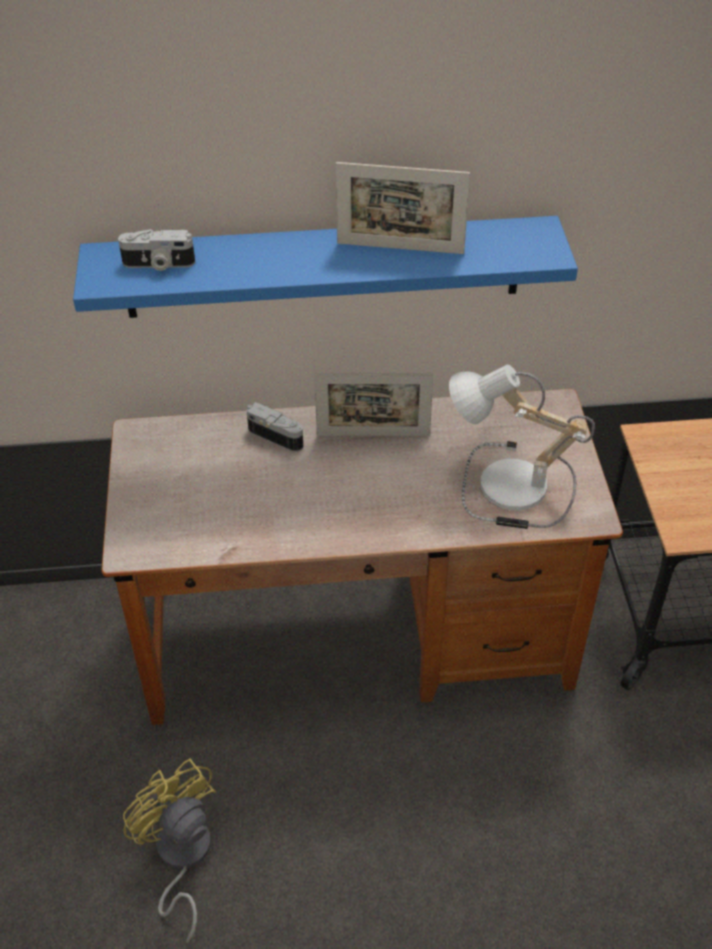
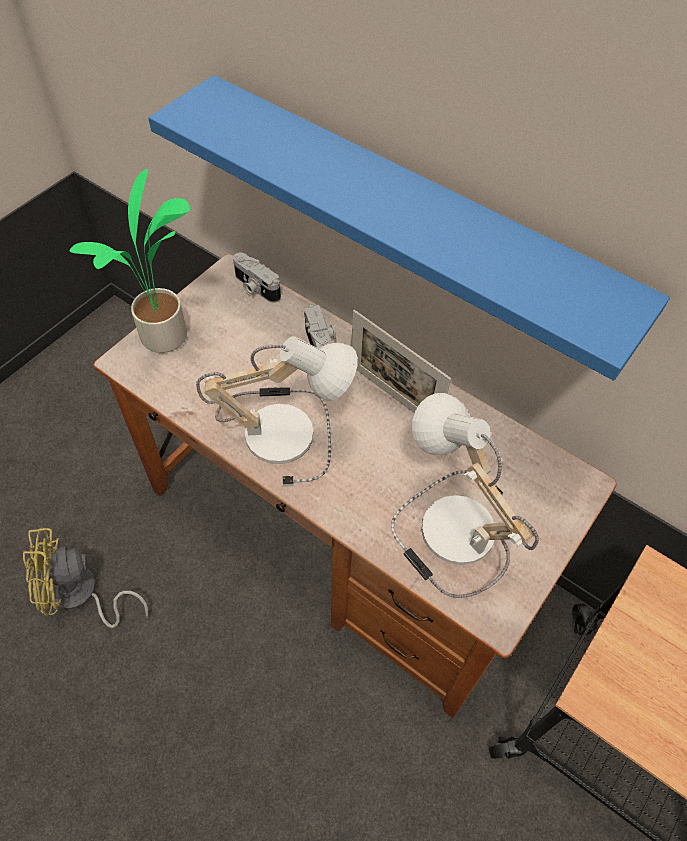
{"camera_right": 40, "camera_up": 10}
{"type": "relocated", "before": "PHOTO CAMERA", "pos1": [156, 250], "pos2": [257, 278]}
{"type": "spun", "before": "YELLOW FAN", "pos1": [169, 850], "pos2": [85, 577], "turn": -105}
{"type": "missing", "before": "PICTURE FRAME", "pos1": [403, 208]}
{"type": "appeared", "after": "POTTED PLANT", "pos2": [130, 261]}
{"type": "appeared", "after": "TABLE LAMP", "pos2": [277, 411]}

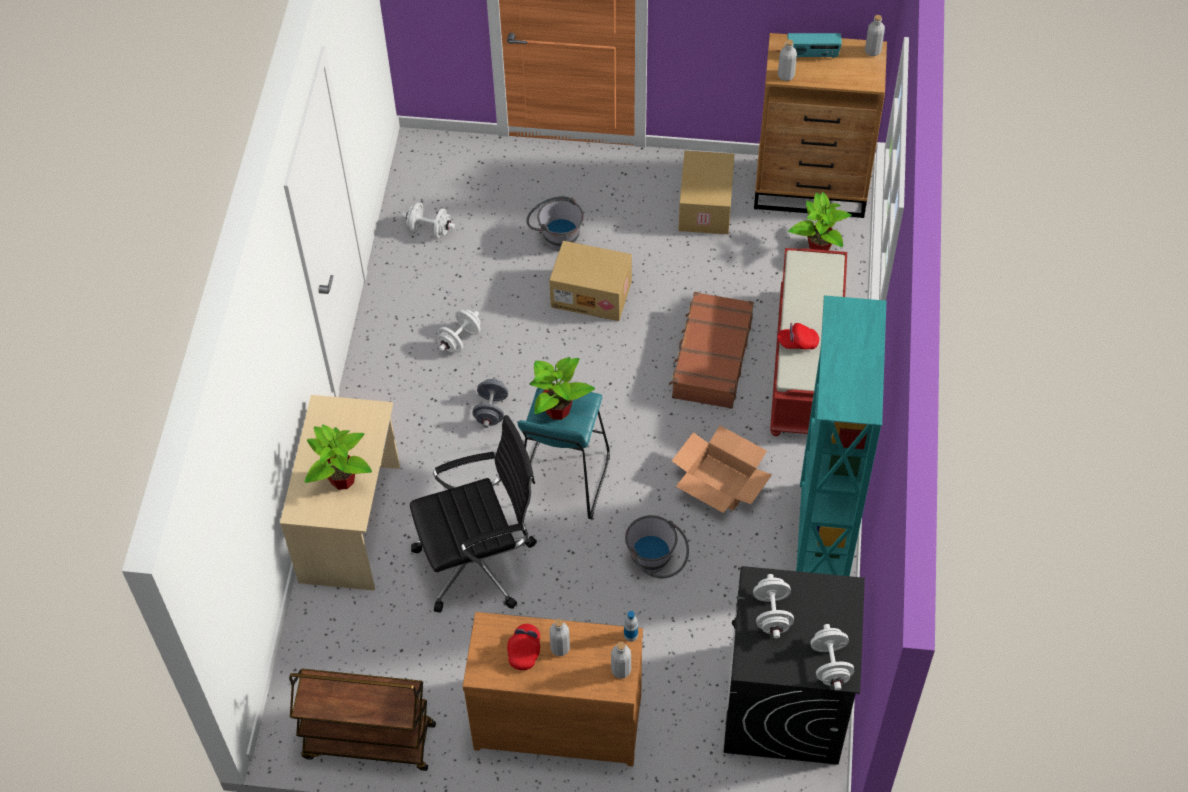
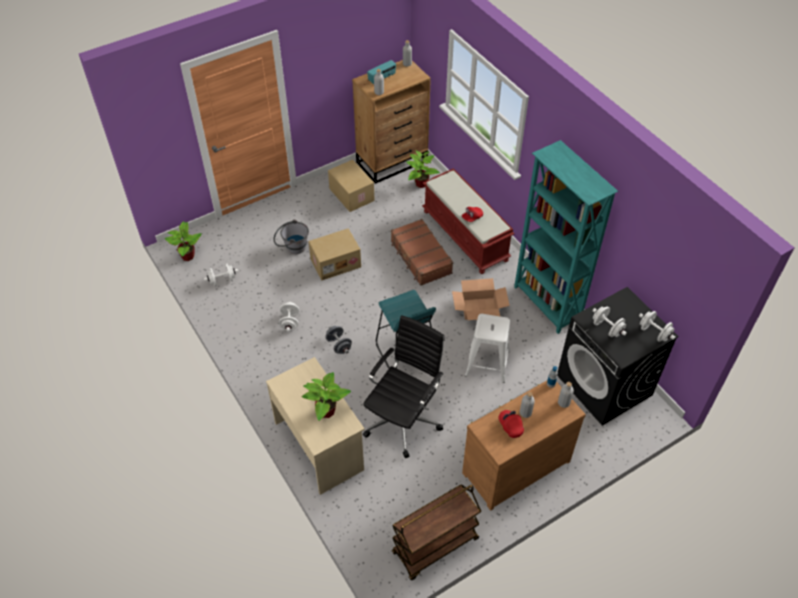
{"camera_right": -40, "camera_up": -5}
{"type": "relocated", "before": "POTTED PLANT", "pos1": [562, 388], "pos2": [183, 241]}
{"type": "exchanged", "before": "GREY BUCKET", "after": "WHITE STOOL", "pos1": [657, 546], "pos2": [487, 348]}

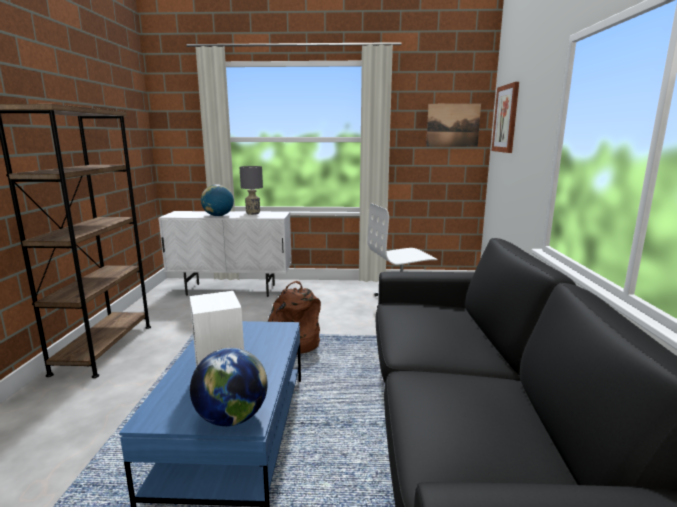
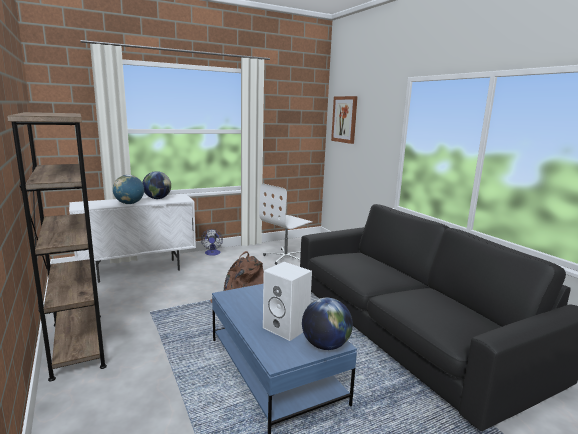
{"camera_right": -30, "camera_up": 0}
{"type": "exchanged", "before": "GREY TABLE LAMP", "after": "GLOBE", "pos1": [251, 190], "pos2": [156, 185]}
{"type": "missing", "before": "PICTURE", "pos1": [453, 125]}
{"type": "appeared", "after": "FAN", "pos2": [212, 242]}

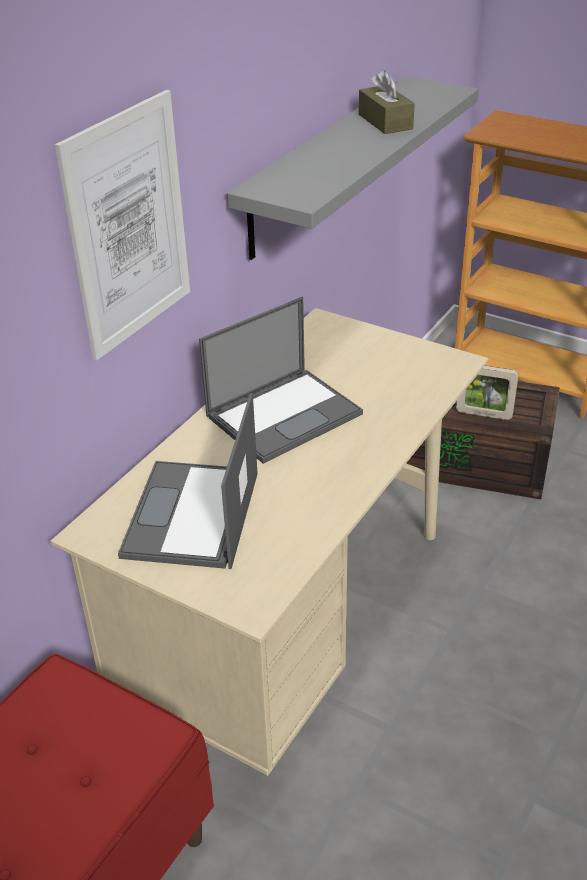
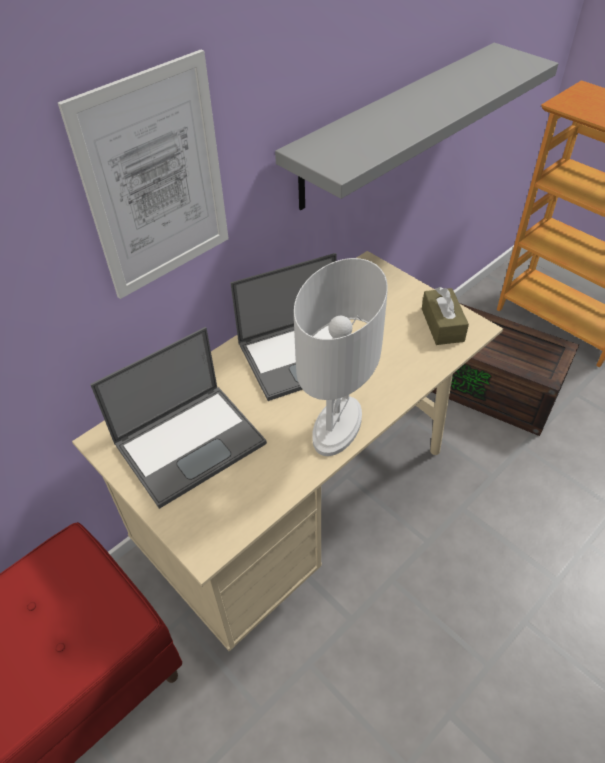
{"camera_right": 15, "camera_up": 10}
{"type": "spun", "before": "LAPTOP", "pos1": [188, 481], "pos2": [178, 418], "turn": -150}
{"type": "relocated", "before": "BROWN TISSUE BOX", "pos1": [387, 102], "pos2": [445, 316]}
{"type": "missing", "before": "PICTURE FRAME", "pos1": [487, 393]}
{"type": "appeared", "after": "WHITE TABLE LAMP", "pos2": [341, 357]}

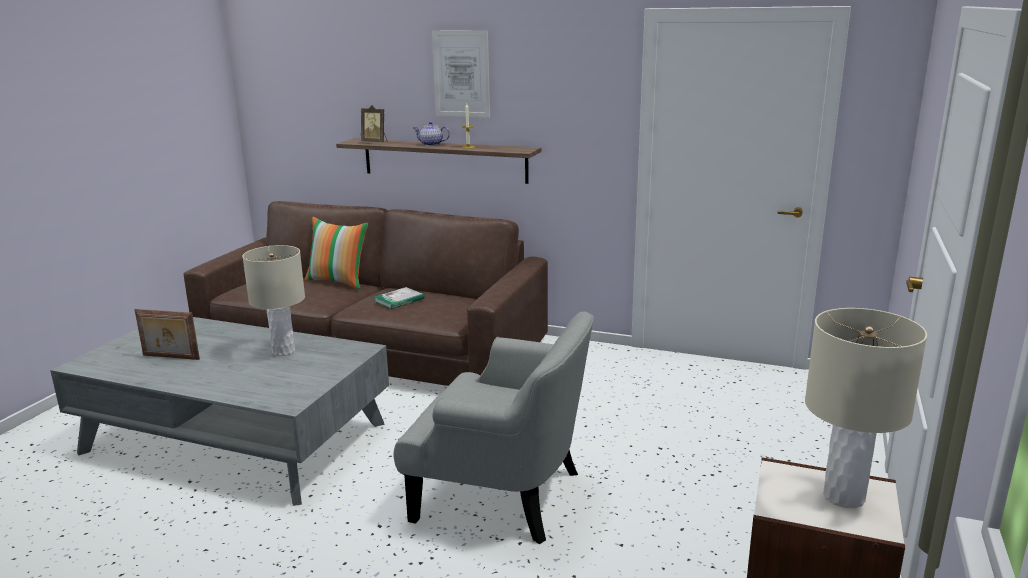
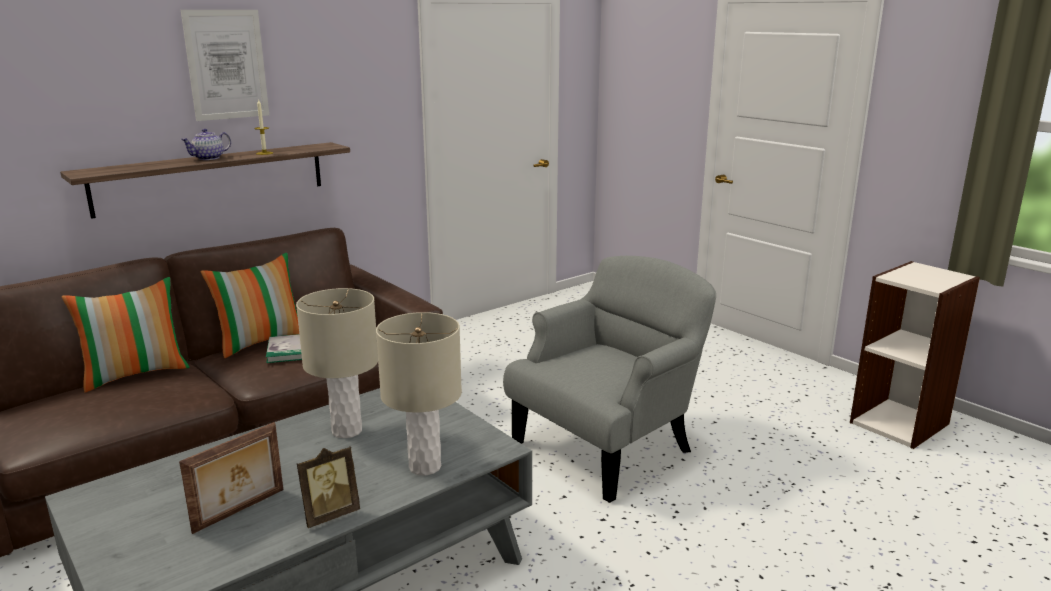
{"camera_right": -60, "camera_up": 0}
{"type": "relocated", "before": "PICTURE FRAME", "pos1": [374, 124], "pos2": [328, 487]}
{"type": "relocated", "before": "BEIGE TABLE LAMP", "pos1": [866, 408], "pos2": [419, 394]}
{"type": "appeared", "after": "PILLOW", "pos2": [250, 305]}

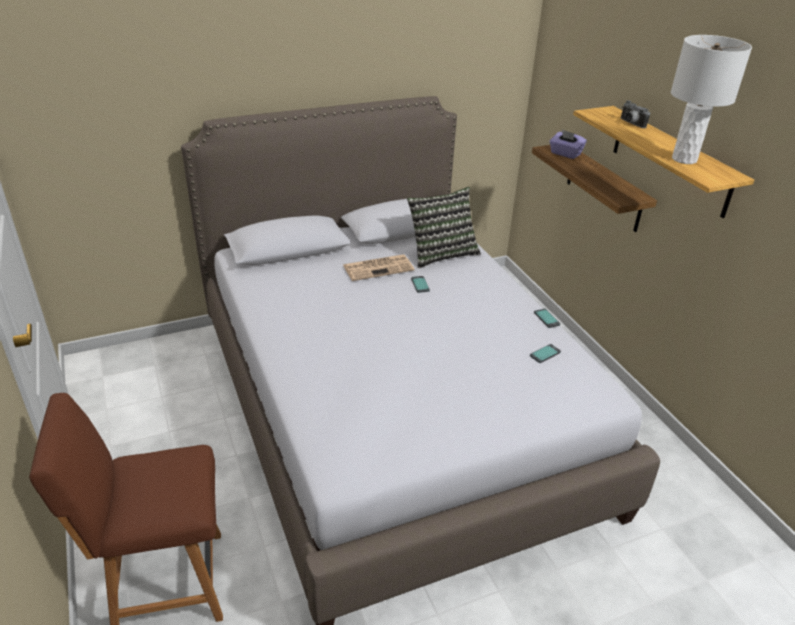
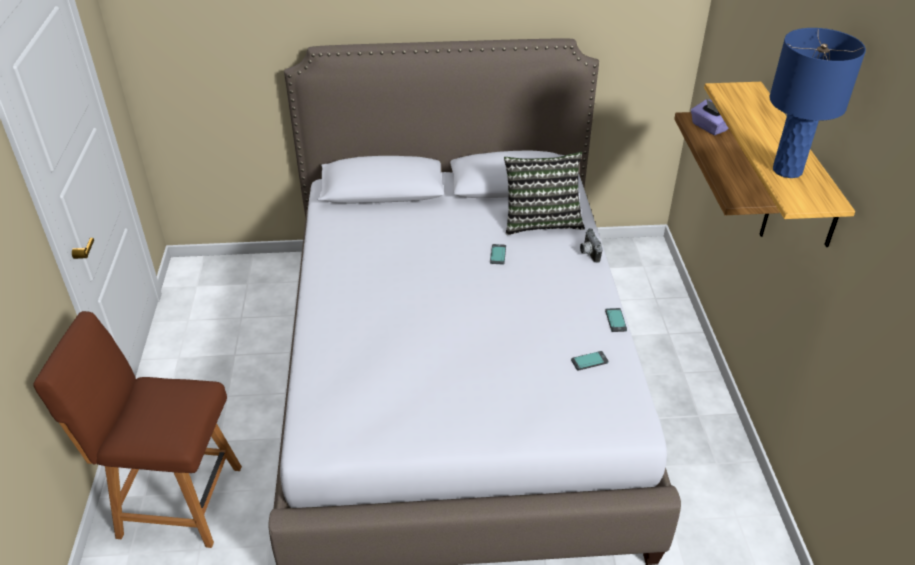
{"camera_right": 20, "camera_up": 5}
{"type": "missing", "before": "NEWSPAPER", "pos1": [378, 267]}
{"type": "relocated", "before": "PHOTO CAMERA", "pos1": [635, 114], "pos2": [591, 245]}
{"type": "colour", "before": "WHITE TABLE LAMP", "after": "BLUE TABLE LAMP", "pos1": [711, 99], "pos2": [818, 103]}

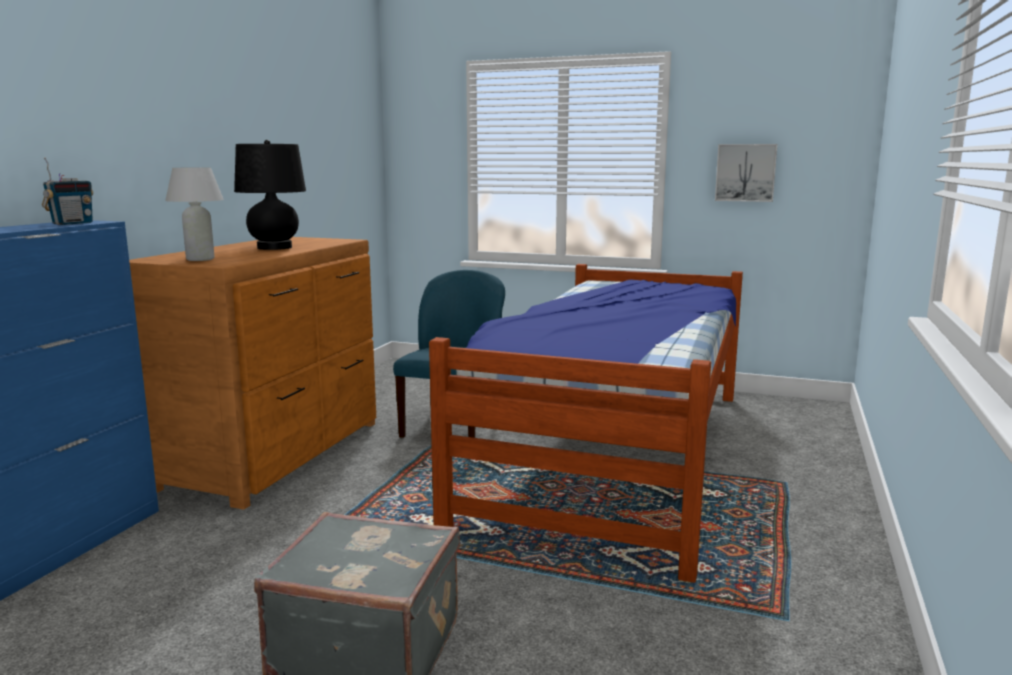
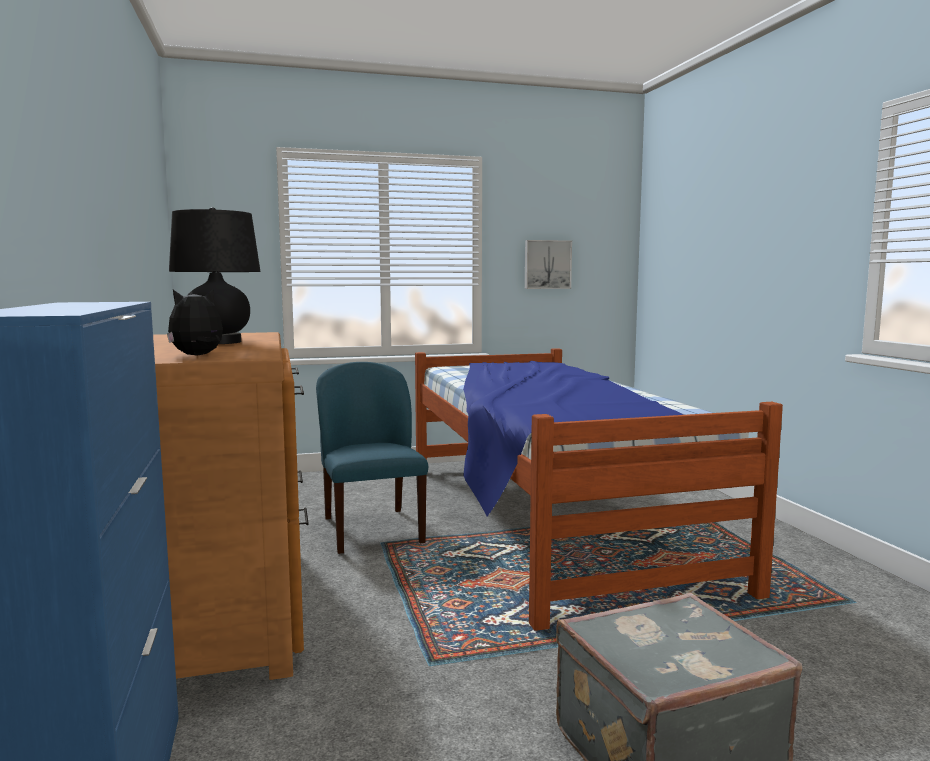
{"camera_right": -35, "camera_up": -5}
{"type": "missing", "before": "RADIO", "pos1": [67, 191]}
{"type": "exchanged", "before": "WHITE TABLE LAMP", "after": "PLUSH TOY", "pos1": [194, 214], "pos2": [195, 323]}

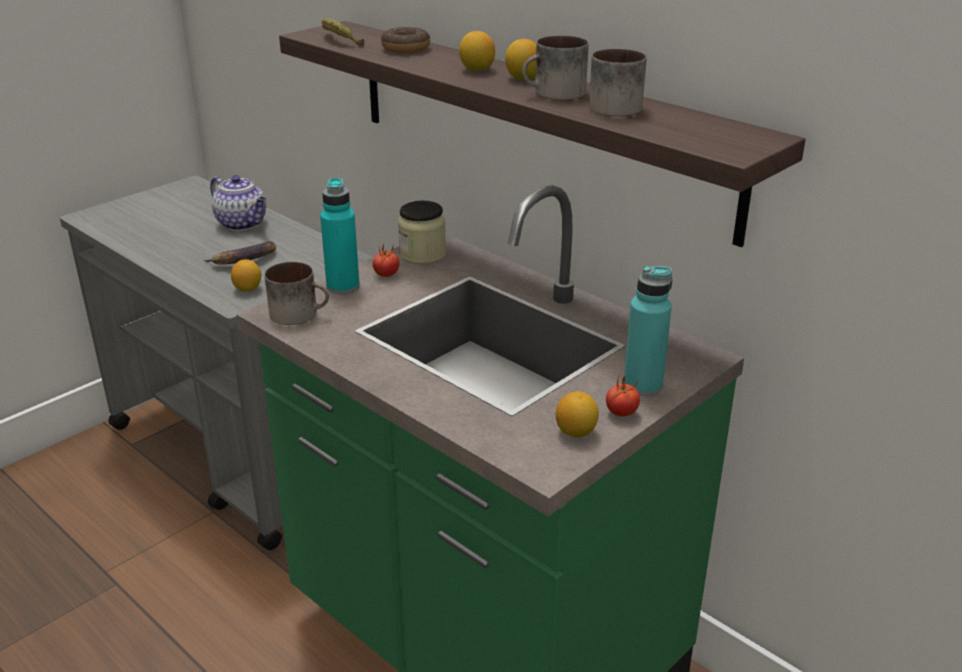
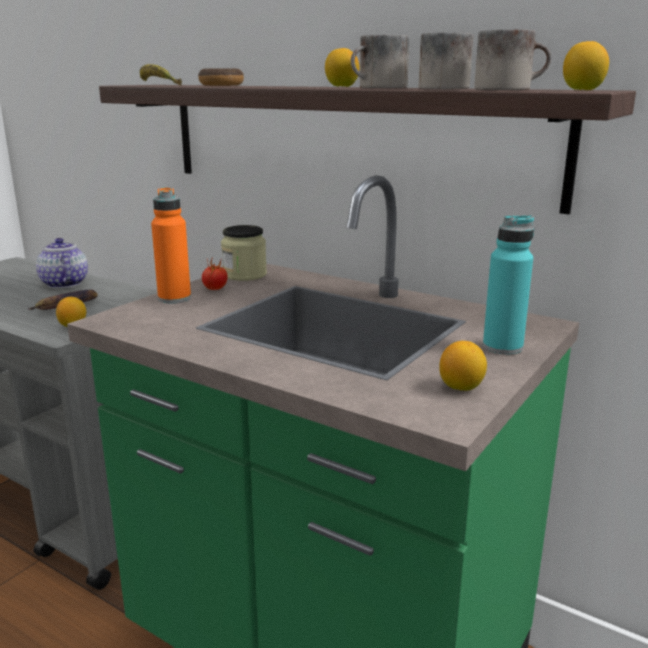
{"camera_right": -10, "camera_up": -10}
{"type": "spun", "before": "TEAPOT", "pos1": [238, 203], "pos2": [62, 263], "turn": -150}
{"type": "relocated", "before": "MUG", "pos1": [297, 293], "pos2": [512, 59]}
{"type": "colour", "before": "TURQUOISE BOTTLE", "after": "ORANGE BOTTLE", "pos1": [340, 236], "pos2": [171, 245]}
{"type": "relocated", "before": "LEMON", "pos1": [477, 51], "pos2": [586, 65]}
{"type": "missing", "before": "TOMATO", "pos1": [623, 396]}

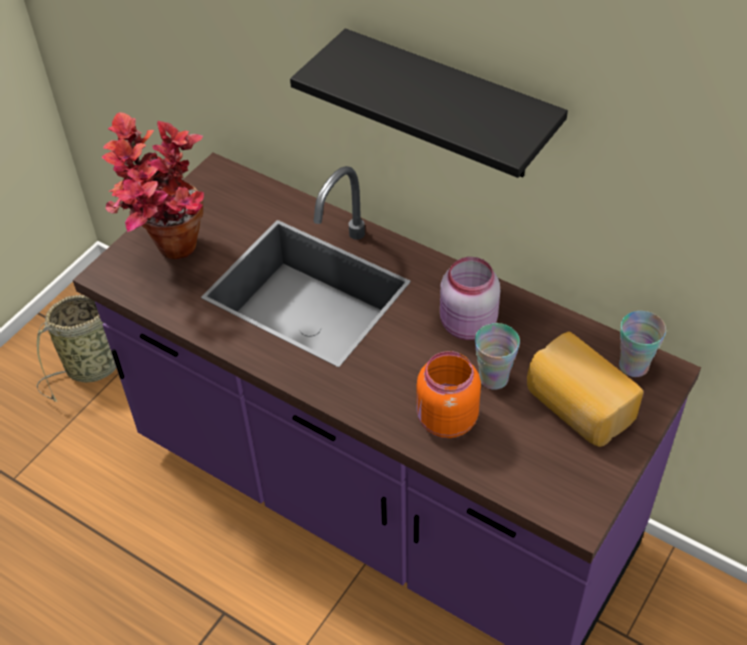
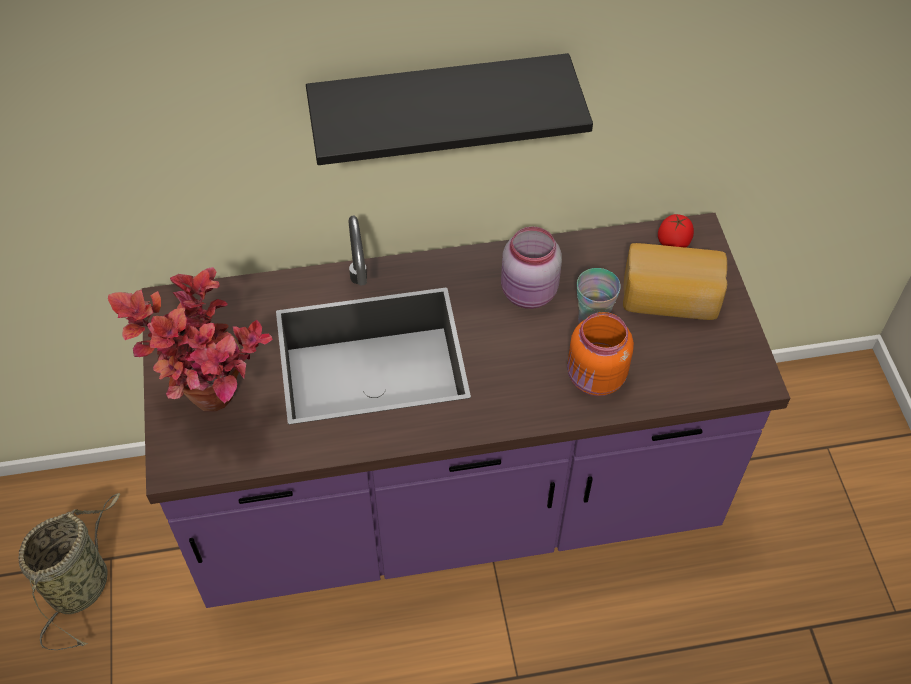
{"camera_right": -45, "camera_up": 5}
{"type": "exchanged", "before": "CUP", "after": "TOMATO", "pos1": [642, 344], "pos2": [676, 231]}

